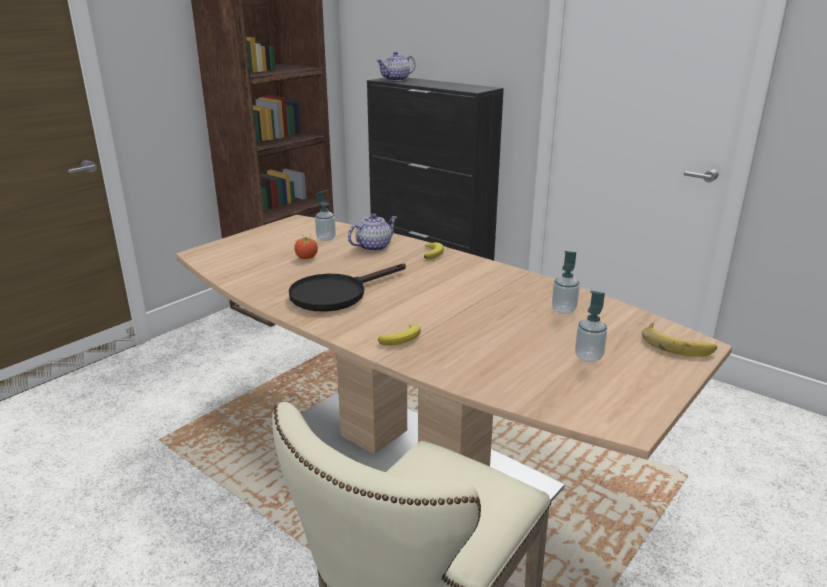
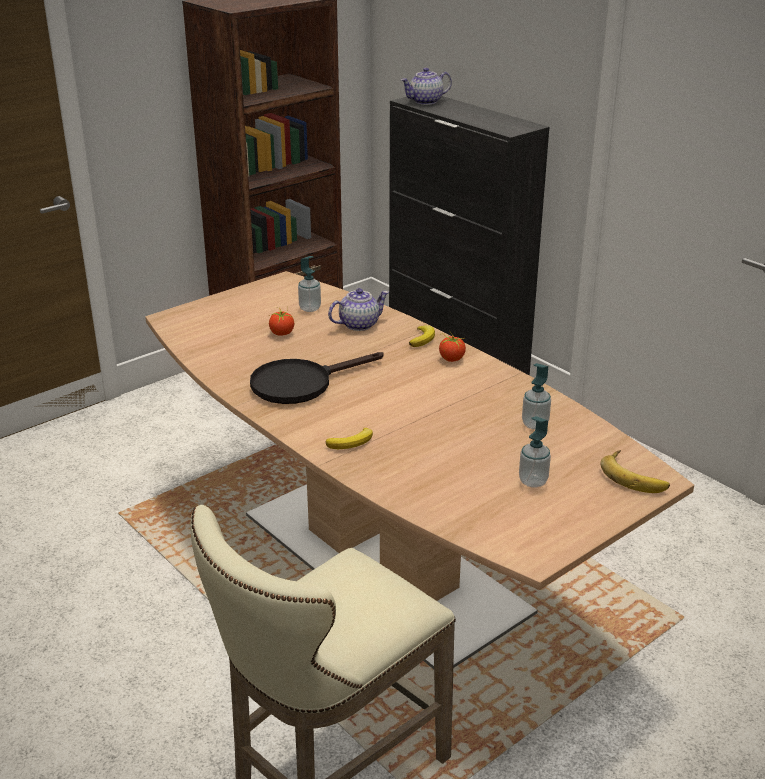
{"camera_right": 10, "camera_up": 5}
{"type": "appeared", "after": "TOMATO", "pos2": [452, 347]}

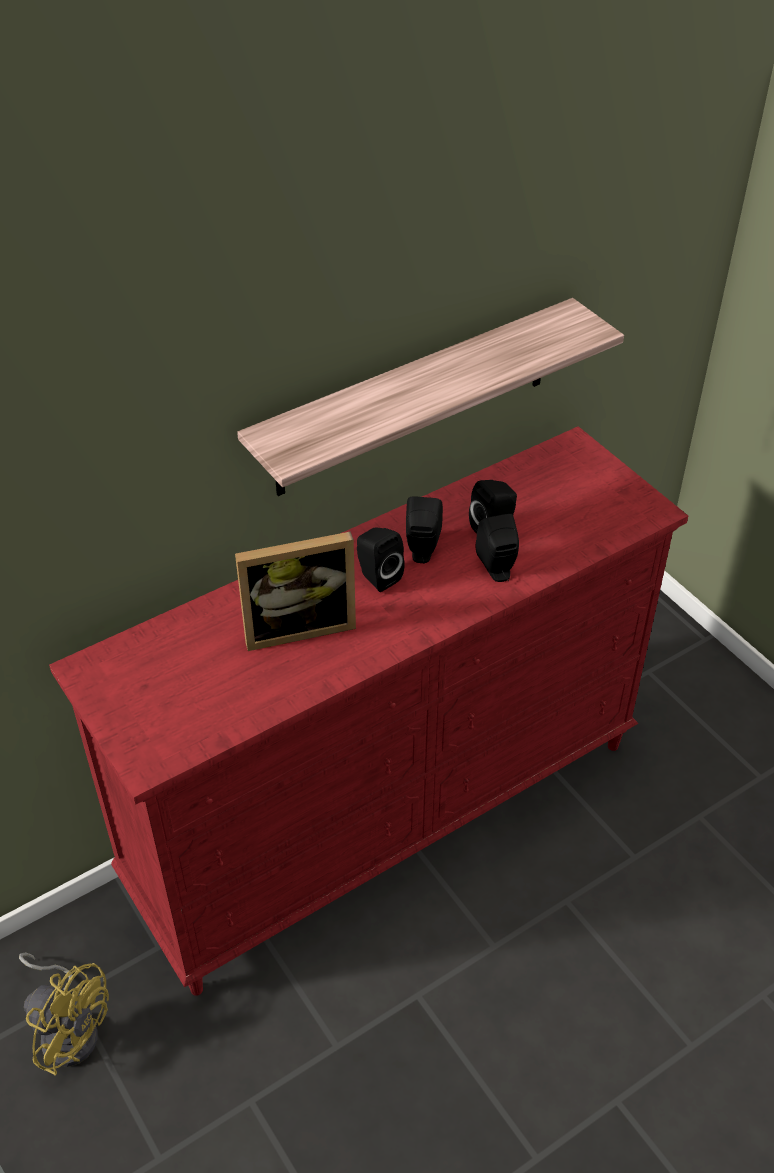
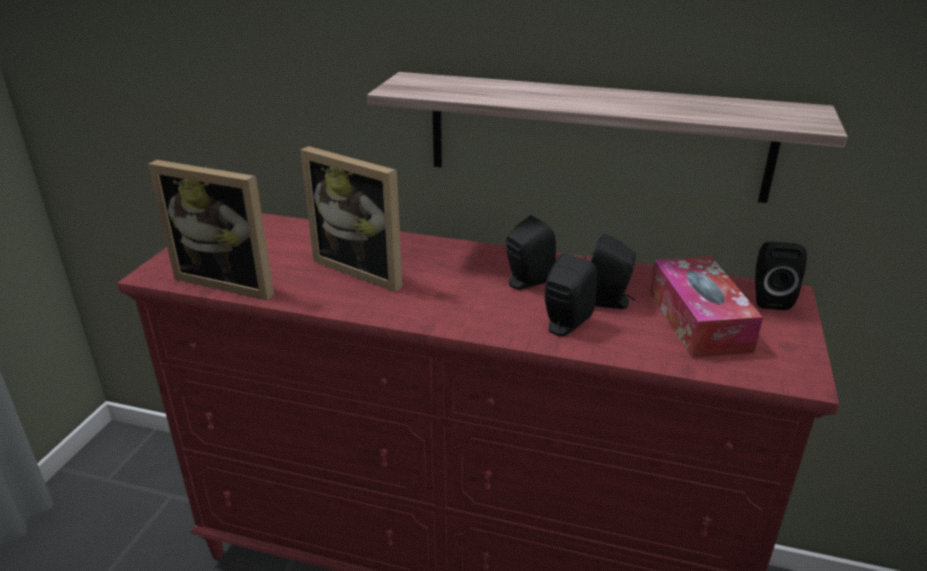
{"camera_right": 50, "camera_up": -15}
{"type": "missing", "before": "YELLOW FAN", "pos1": [64, 1014]}
{"type": "relocated", "before": "BLACK SPEAKER", "pos1": [381, 560], "pos2": [781, 275]}
{"type": "appeared", "after": "PICTURE FRAME", "pos2": [211, 230]}
{"type": "appeared", "after": "TISSUE BOX", "pos2": [706, 307]}

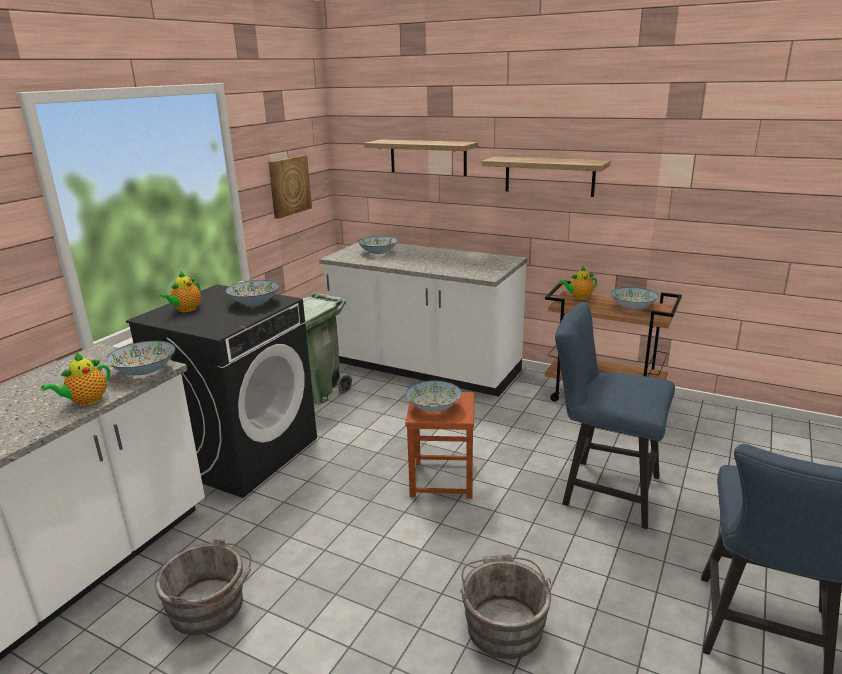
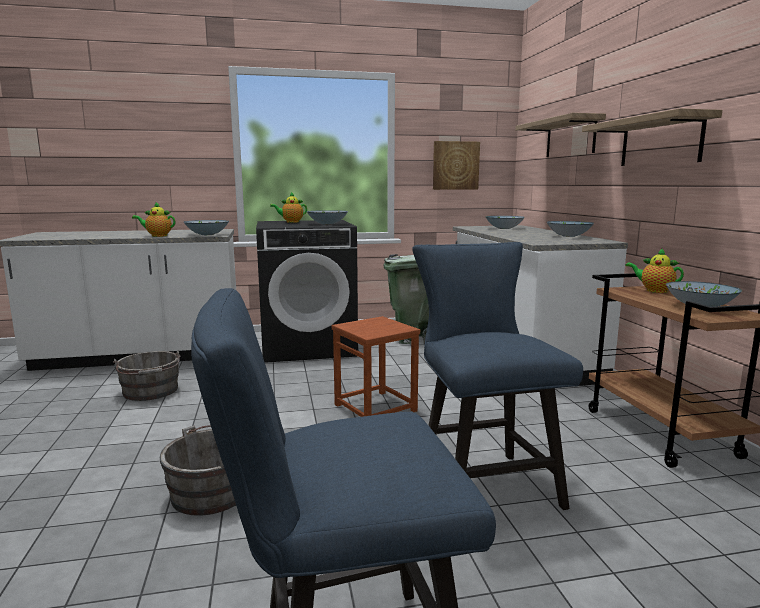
{"camera_right": 50, "camera_up": -10}
{"type": "relocated", "before": "BOWL", "pos1": [434, 396], "pos2": [570, 229]}

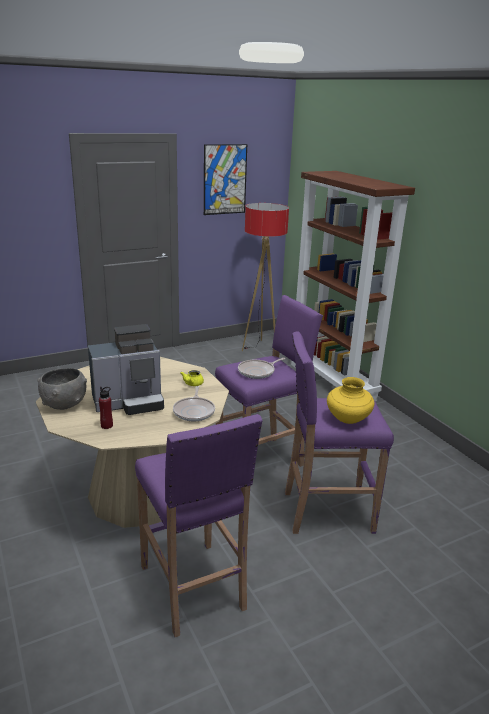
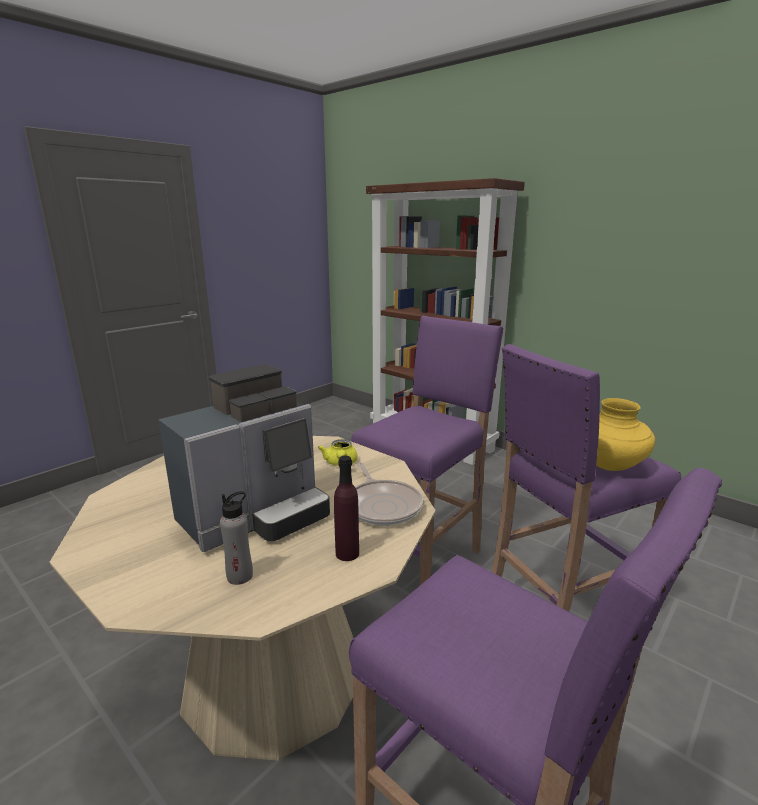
{"camera_right": -20, "camera_up": -5}
{"type": "missing", "before": "GREY BOWL", "pos1": [62, 389]}
{"type": "colour", "before": "RED BOTTLE", "after": "GREY BOTTLE", "pos1": [106, 408], "pos2": [236, 538]}
{"type": "missing", "before": "PICTURE", "pos1": [225, 179]}
{"type": "missing", "before": "FRYING PAN", "pos1": [262, 368]}
{"type": "missing", "before": "FLOOR LAMP", "pos1": [265, 277]}
{"type": "appeared", "after": "PURPLE BOTTLE", "pos2": [346, 508]}

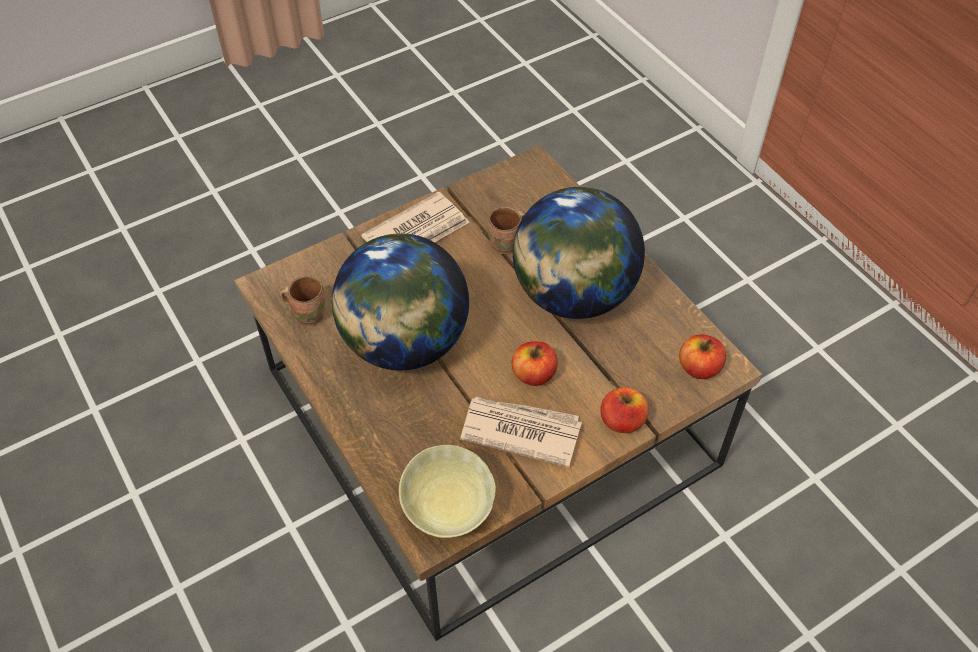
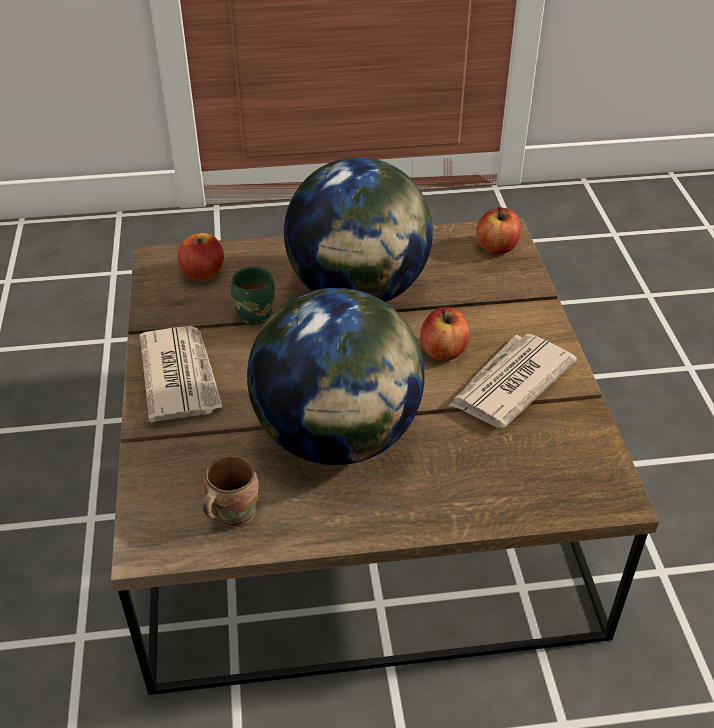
{"camera_right": -65, "camera_up": -10}
{"type": "missing", "before": "BEIGE BOWL", "pos1": [447, 491]}
{"type": "colour", "before": "BROWN MUG", "after": "GREEN MUG", "pos1": [506, 230], "pos2": [253, 296]}
{"type": "relocated", "before": "APPLE", "pos1": [624, 410], "pos2": [201, 257]}

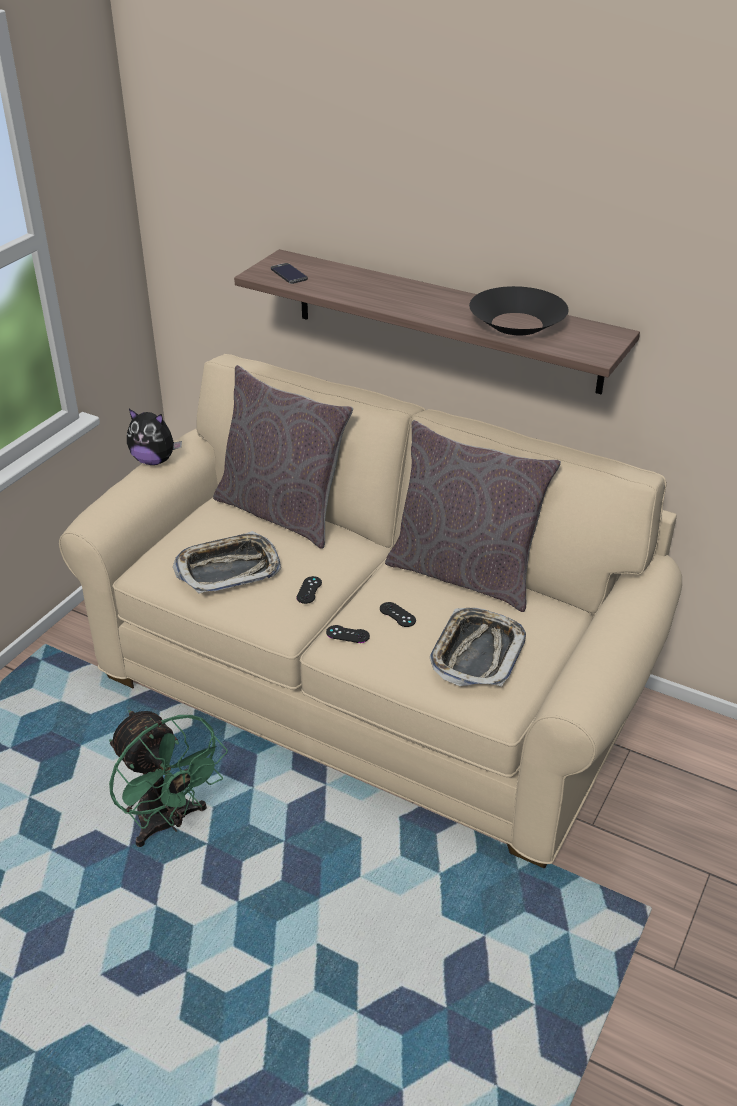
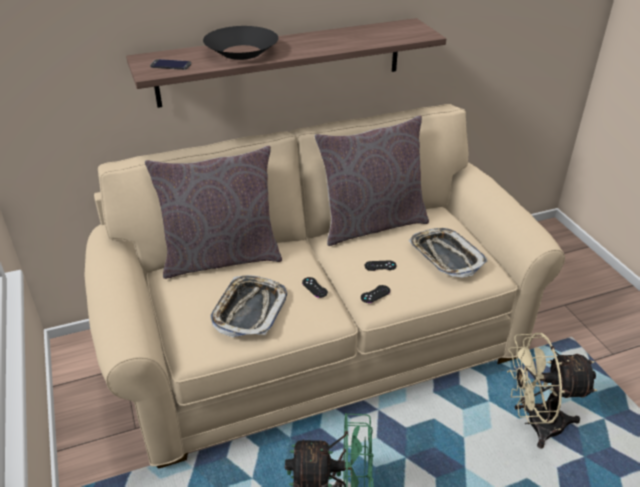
{"camera_right": -50, "camera_up": 0}
{"type": "missing", "before": "PLUSH TOY", "pos1": [154, 437]}
{"type": "relocated", "before": "BLACK BOWL", "pos1": [519, 310], "pos2": [240, 43]}
{"type": "appeared", "after": "BEIGE FAN", "pos2": [552, 391]}

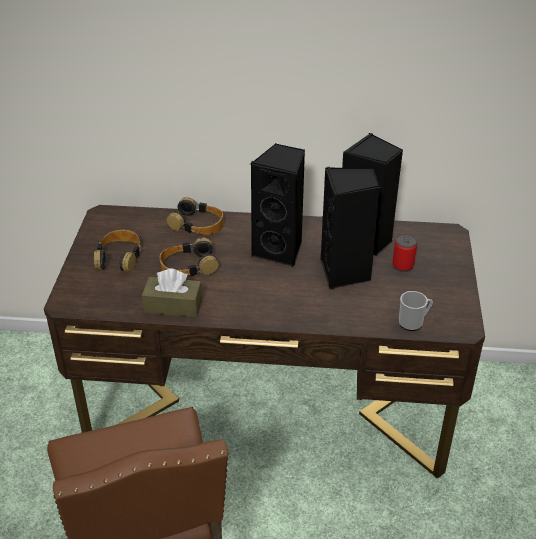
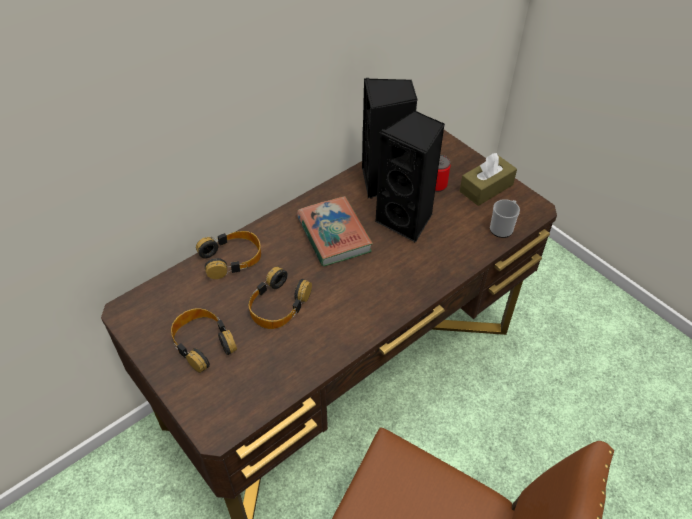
{"camera_right": -45, "camera_up": 10}
{"type": "relocated", "before": "BROWN TISSUE BOX", "pos1": [172, 293], "pos2": [488, 179]}
{"type": "exchanged", "before": "BLACK SPEAKER", "after": "BOOK", "pos1": [277, 205], "pos2": [335, 231]}

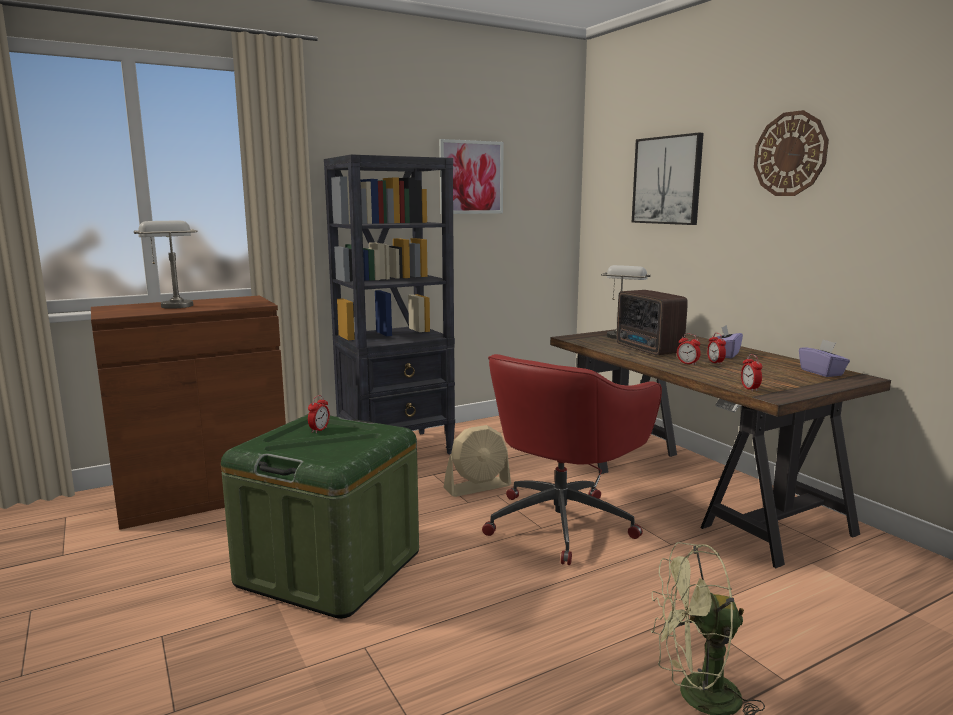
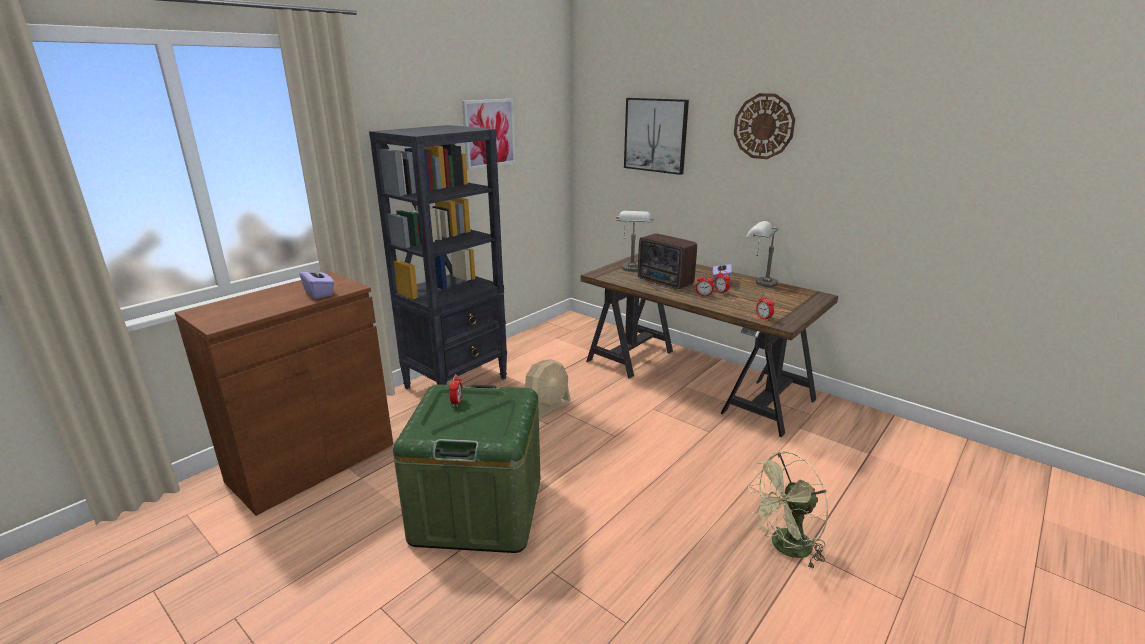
{"camera_right": -20, "camera_up": 10}
{"type": "relocated", "before": "GREY TABLE LAMP", "pos1": [166, 265], "pos2": [762, 254]}
{"type": "missing", "before": "RED OFFICE CHAIR", "pos1": [572, 459]}
{"type": "relocated", "before": "PURPLE TISSUE BOX", "pos1": [824, 358], "pos2": [317, 281]}

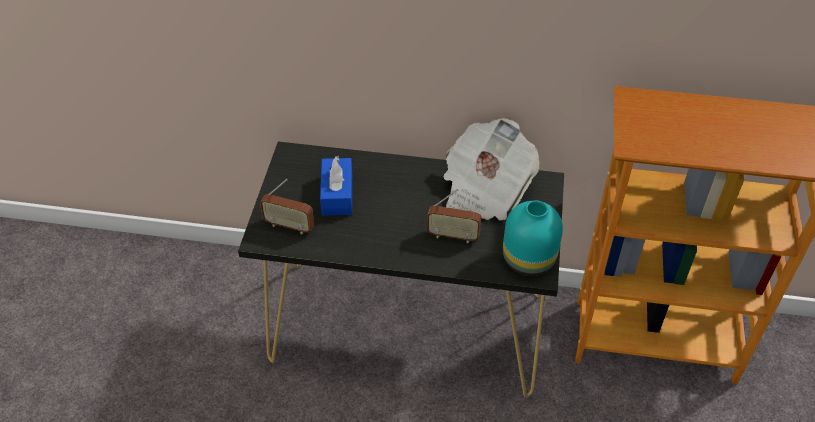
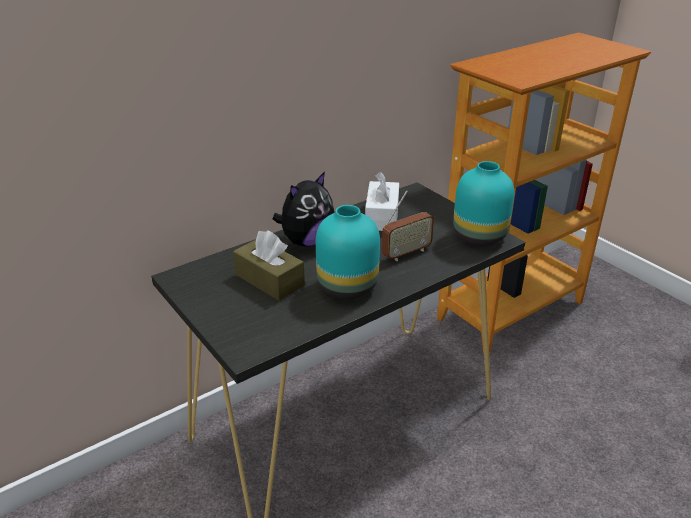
{"camera_right": -45, "camera_up": -15}
{"type": "missing", "before": "RADIO", "pos1": [287, 207]}
{"type": "colour", "before": "BLUE TISSUE BOX", "after": "BROWN TISSUE BOX", "pos1": [336, 186], "pos2": [269, 265]}
{"type": "exchanged", "before": "NEWSPAPER", "after": "WHITE TISSUE BOX", "pos1": [491, 169], "pos2": [382, 201]}
{"type": "appeared", "after": "PLUSH TOY", "pos2": [303, 209]}
{"type": "appeared", "after": "TURQUOISE VASE", "pos2": [348, 252]}

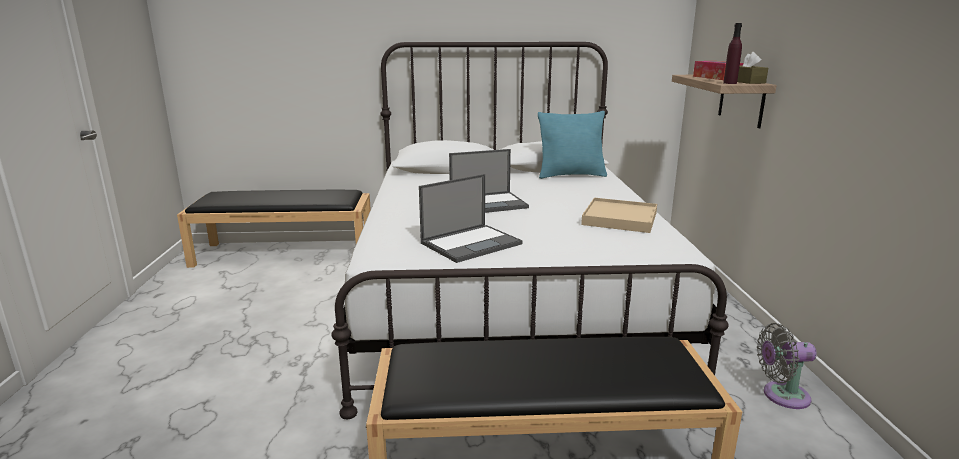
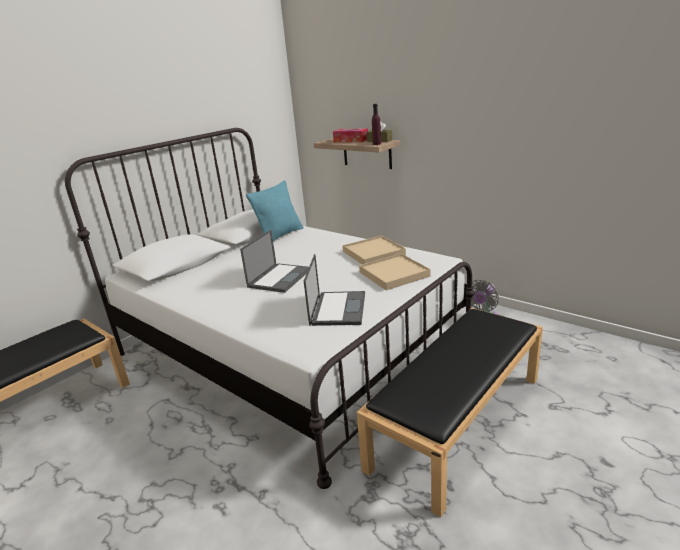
{"camera_right": -45, "camera_up": 5}
{"type": "appeared", "after": "BEIGE TRAY", "pos2": [395, 272]}

